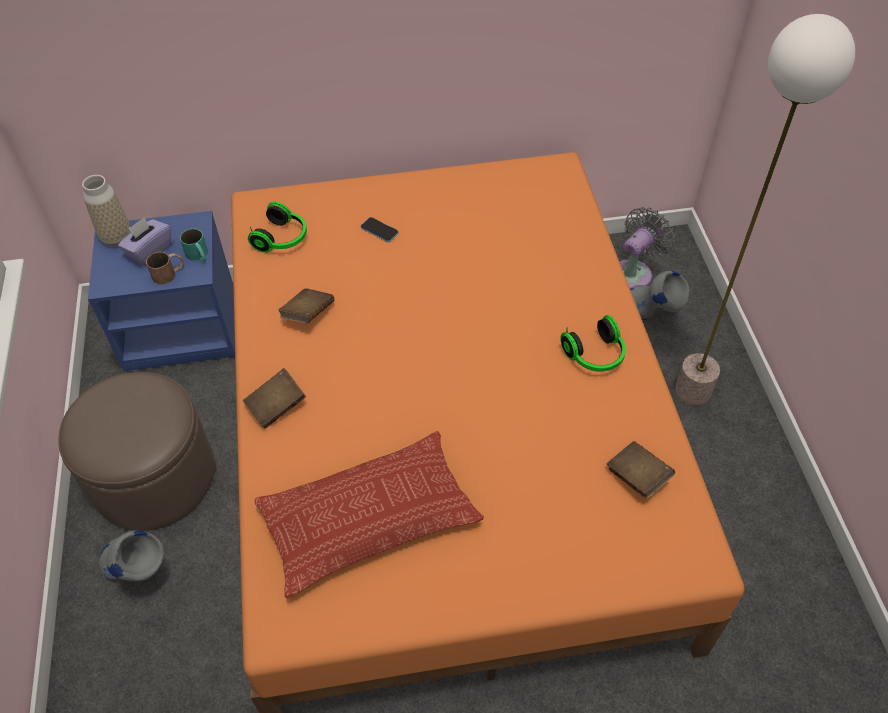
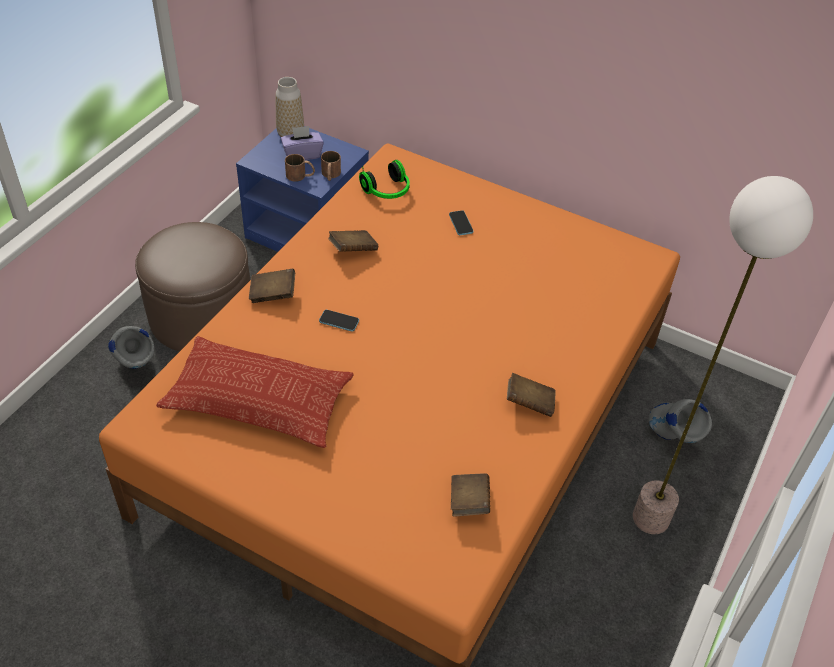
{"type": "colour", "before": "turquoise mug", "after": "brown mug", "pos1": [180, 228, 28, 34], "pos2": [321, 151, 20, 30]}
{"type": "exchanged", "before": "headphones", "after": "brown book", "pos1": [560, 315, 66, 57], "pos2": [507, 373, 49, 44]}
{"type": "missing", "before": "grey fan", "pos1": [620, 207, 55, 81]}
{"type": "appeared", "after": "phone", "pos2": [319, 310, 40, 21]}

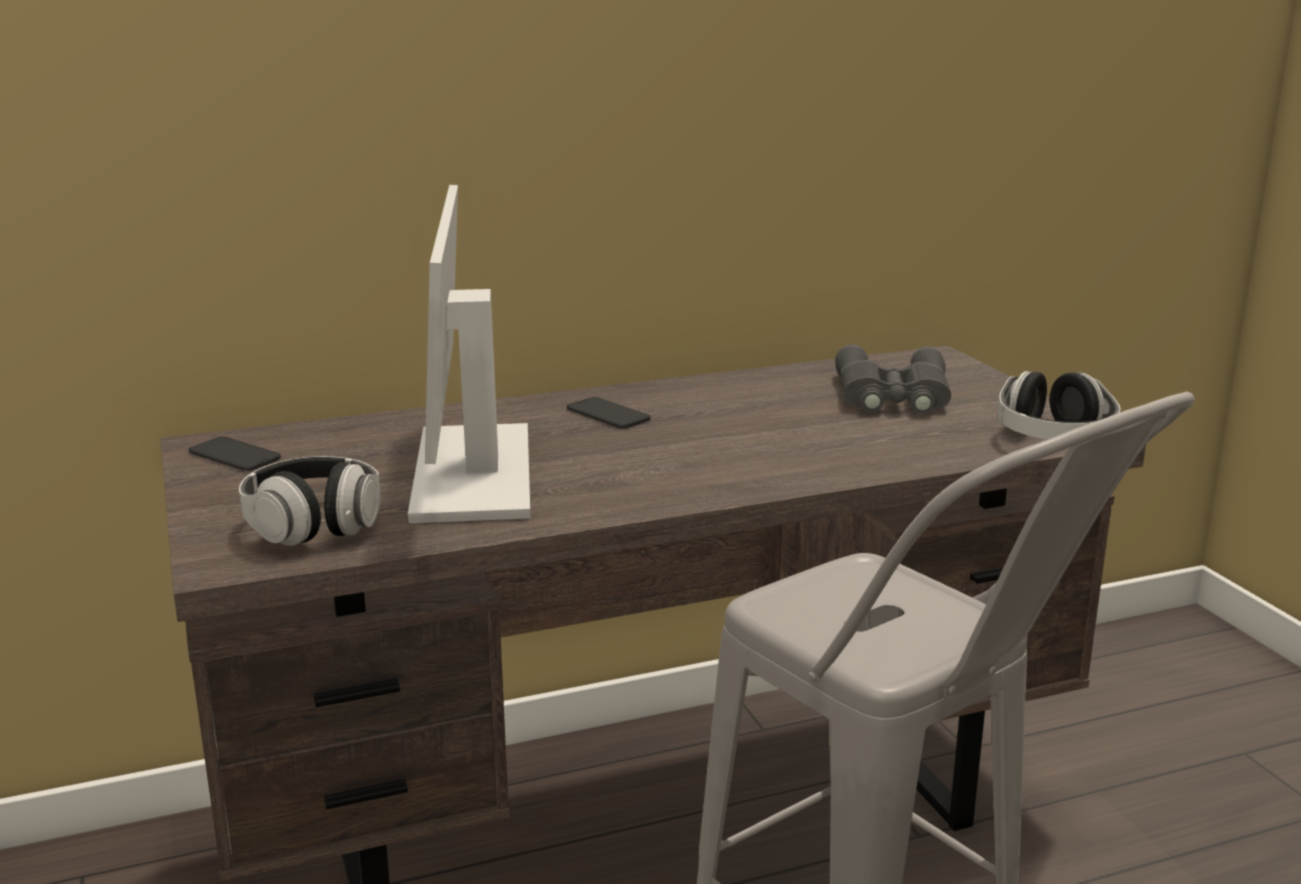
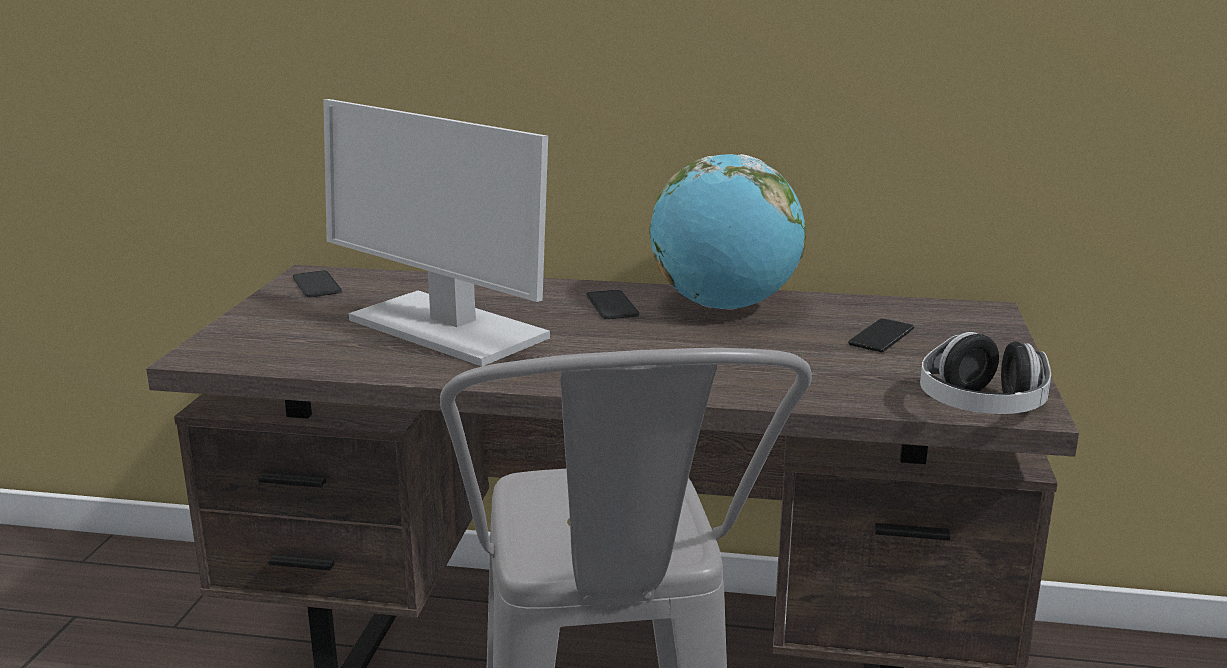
{"type": "missing", "before": "headphones", "pos1": [239, 456, 142, 90]}
{"type": "spun", "before": "monitor", "pos1": [408, 185, 123, 338], "pos2": [323, 99, 227, 267], "turn": -75}
{"type": "exchanged", "before": "grey binoculars", "after": "phone", "pos1": [835, 344, 116, 70], "pos2": [848, 318, 66, 34]}
{"type": "appeared", "after": "globe", "pos2": [649, 154, 157, 156]}

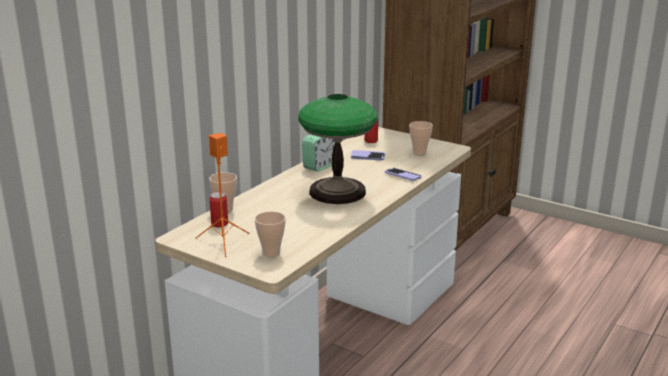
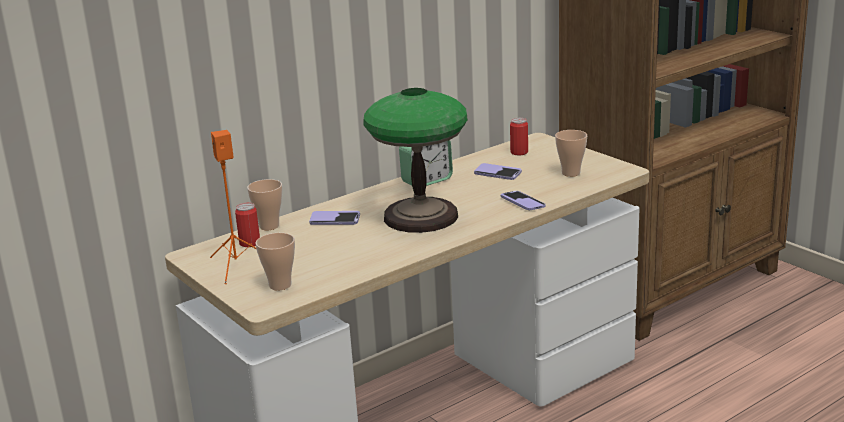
{"type": "appeared", "after": "phone", "pos2": [309, 211, 51, 14]}

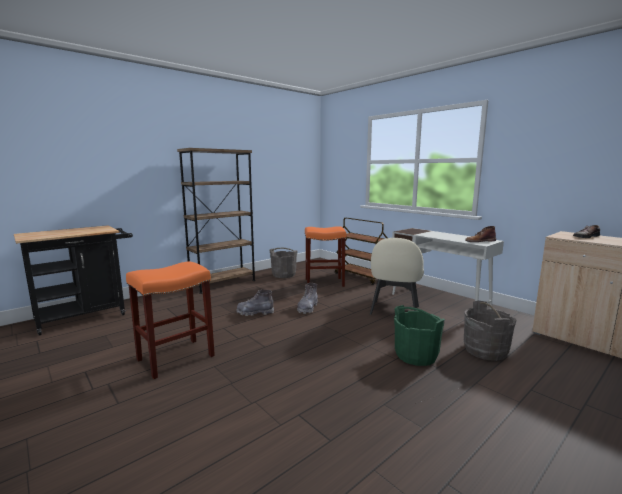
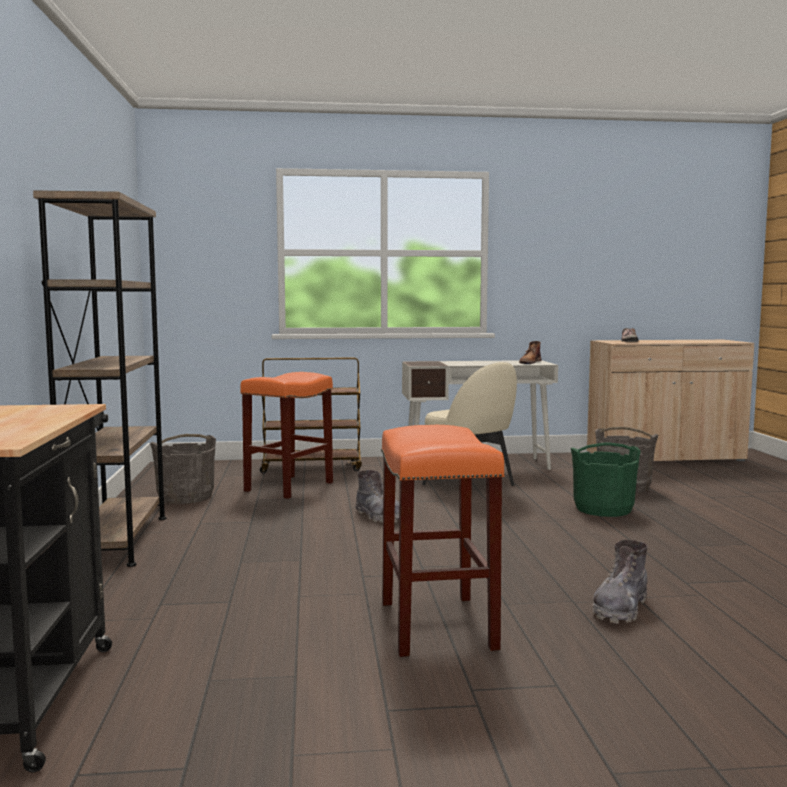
{"type": "relocated", "before": "grey boot", "pos1": [236, 290, 38, 26], "pos2": [592, 540, 56, 84]}

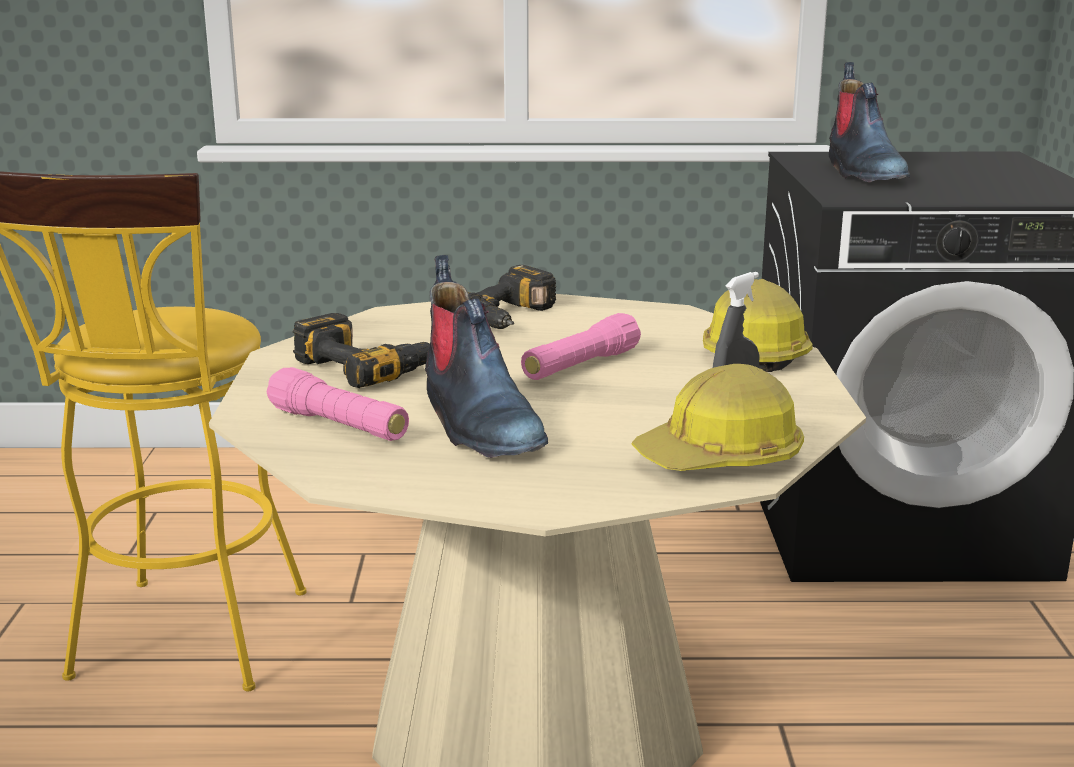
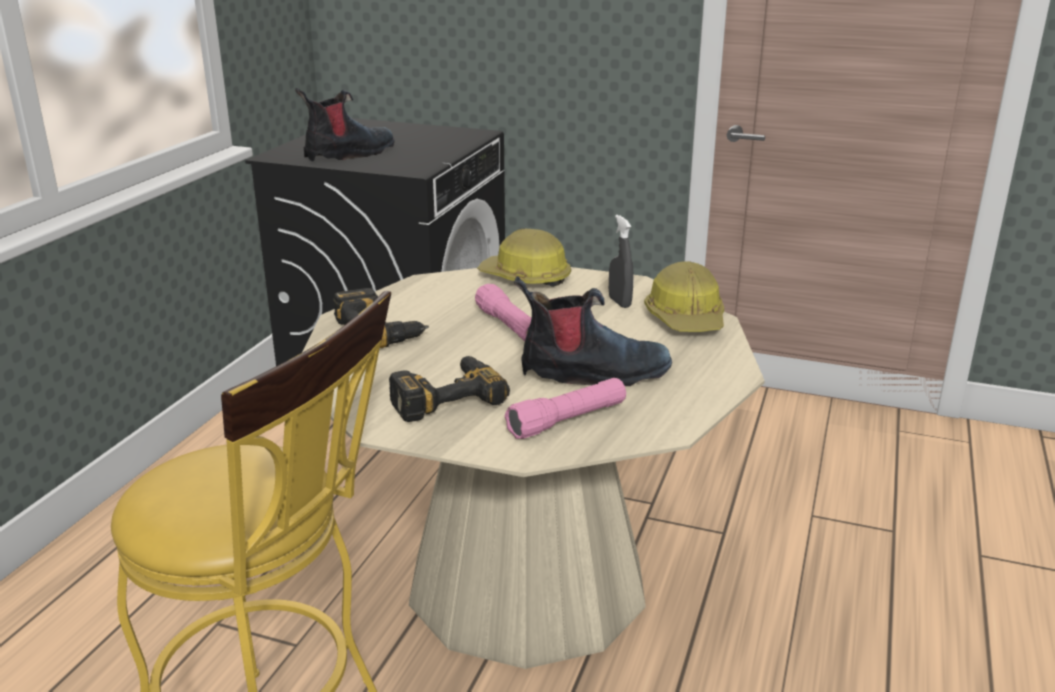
{"type": "spun", "before": "boot", "pos1": [829, 62, 81, 120], "pos2": [295, 88, 100, 74], "turn": -60}

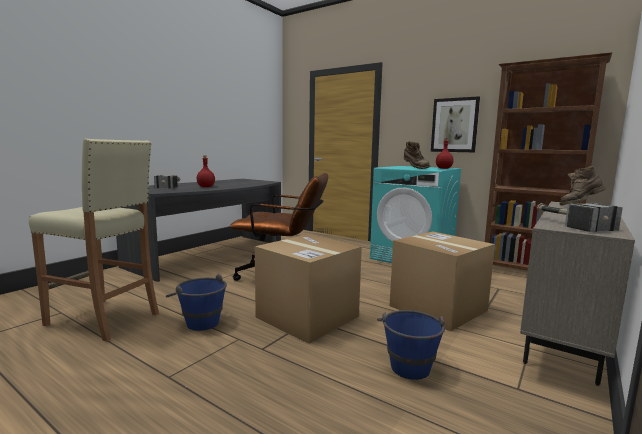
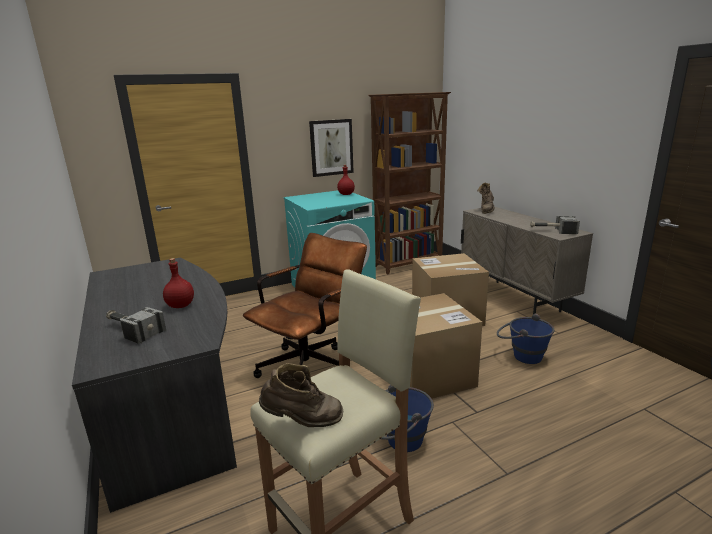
{"type": "relocated", "before": "brown boot", "pos1": [403, 141, 27, 28], "pos2": [259, 363, 84, 64]}

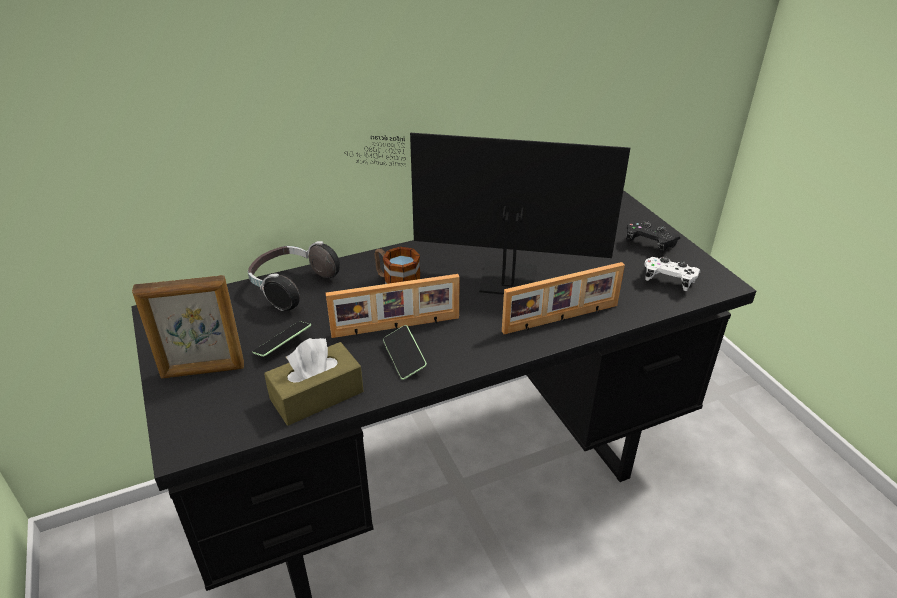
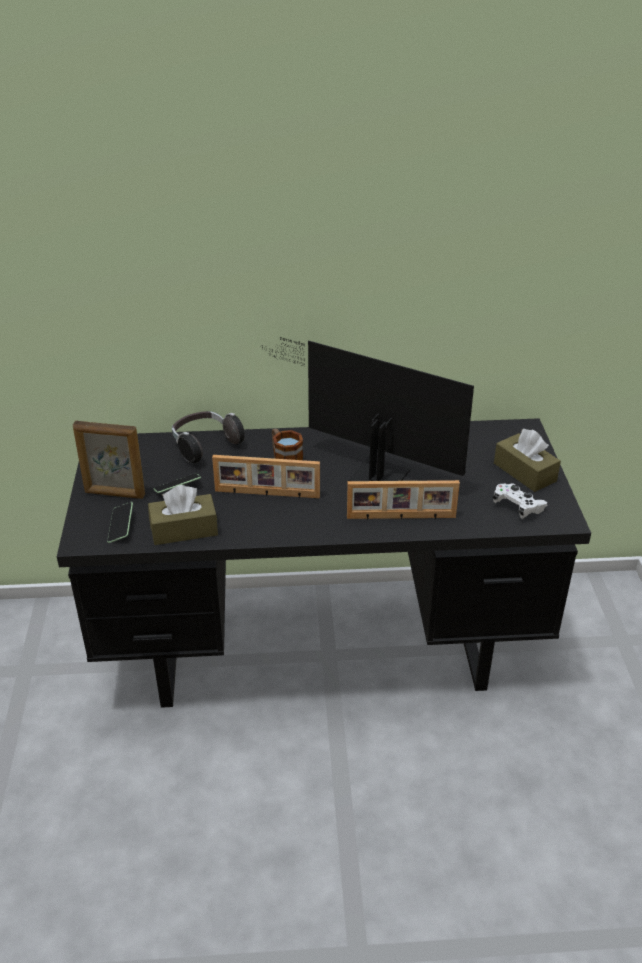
{"type": "relocated", "before": "phone", "pos1": [383, 325, 44, 55], "pos2": [107, 502, 26, 41]}
{"type": "exchanged", "before": "black game controller", "after": "brown tissue box", "pos1": [626, 221, 54, 33], "pos2": [494, 429, 67, 63]}

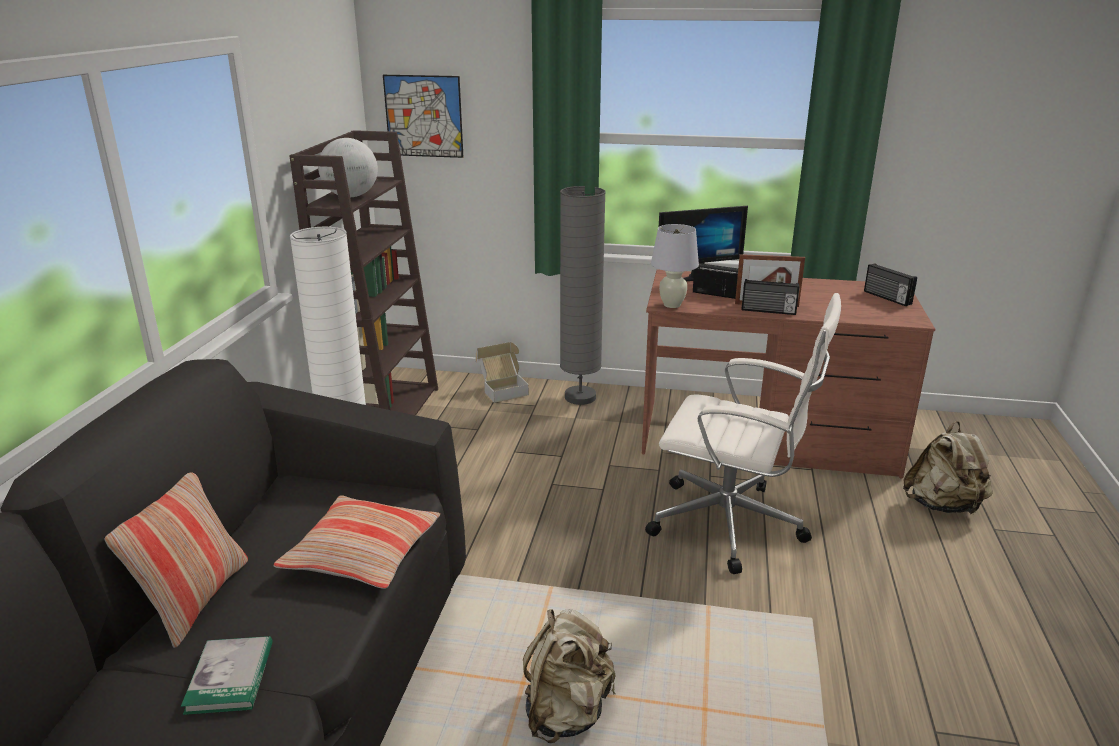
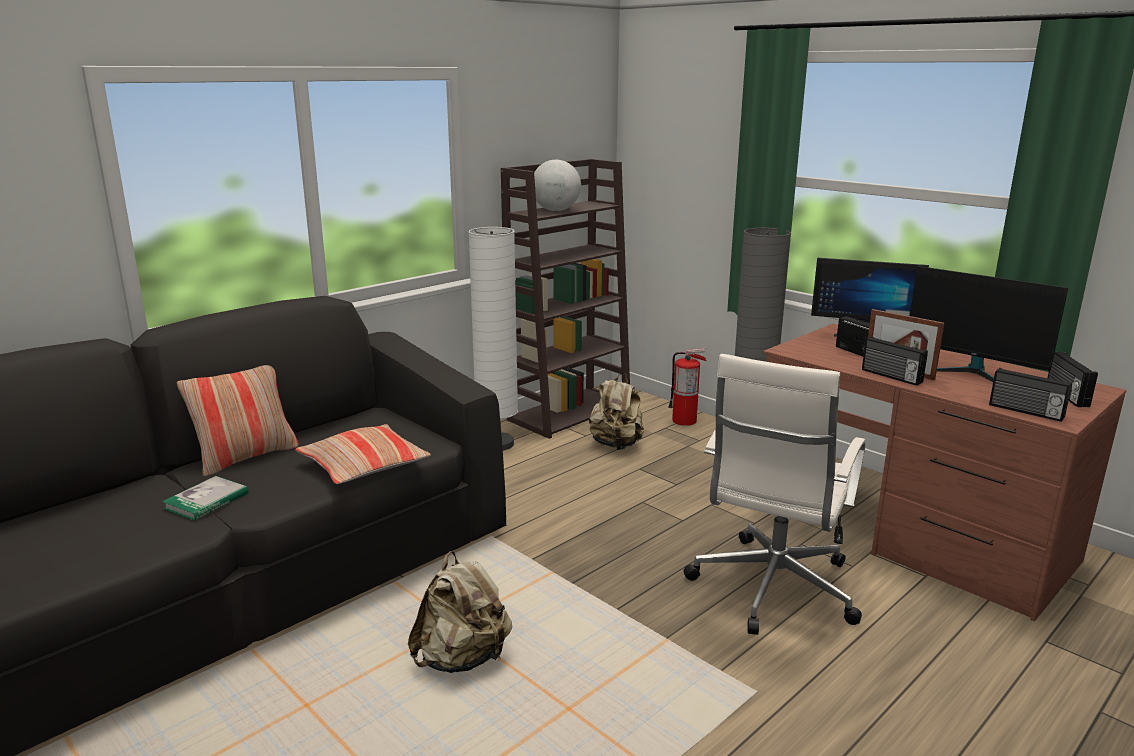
{"type": "missing", "before": "picture", "pos1": [383, 75, 80, 83]}
{"type": "exchanged", "before": "cardboard box", "after": "fire extinguisher", "pos1": [476, 342, 53, 61], "pos2": [668, 348, 39, 78]}
{"type": "spun", "before": "white office chair", "pos1": [645, 293, 196, 281], "pos2": [684, 354, 182, 281], "turn": 60}
{"type": "missing", "before": "white table lamp", "pos1": [651, 224, 48, 84]}
{"type": "relocated", "before": "beige backpack", "pos1": [903, 421, 90, 93], "pos2": [589, 373, 55, 77]}
{"type": "appeared", "after": "monitor", "pos2": [910, 266, 158, 116]}
{"type": "appeared", "after": "radio", "pos2": [989, 368, 83, 54]}

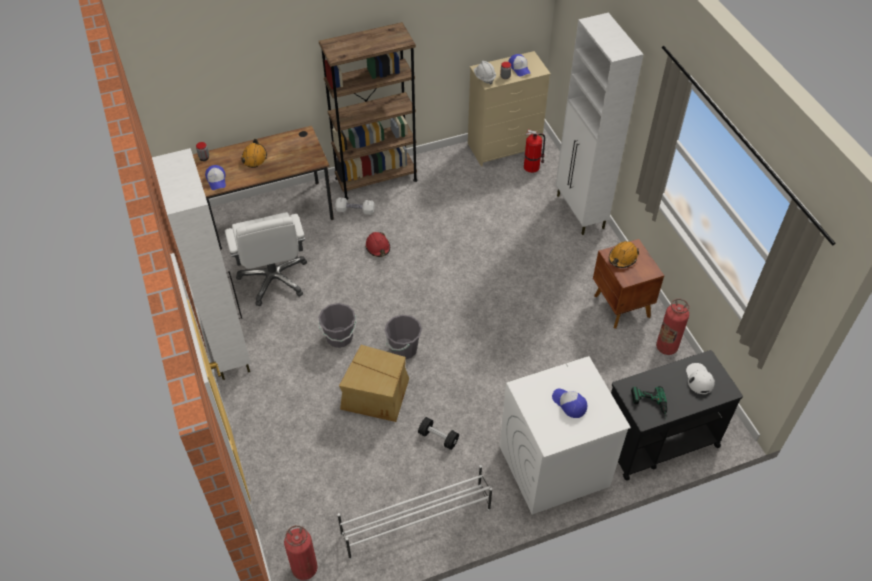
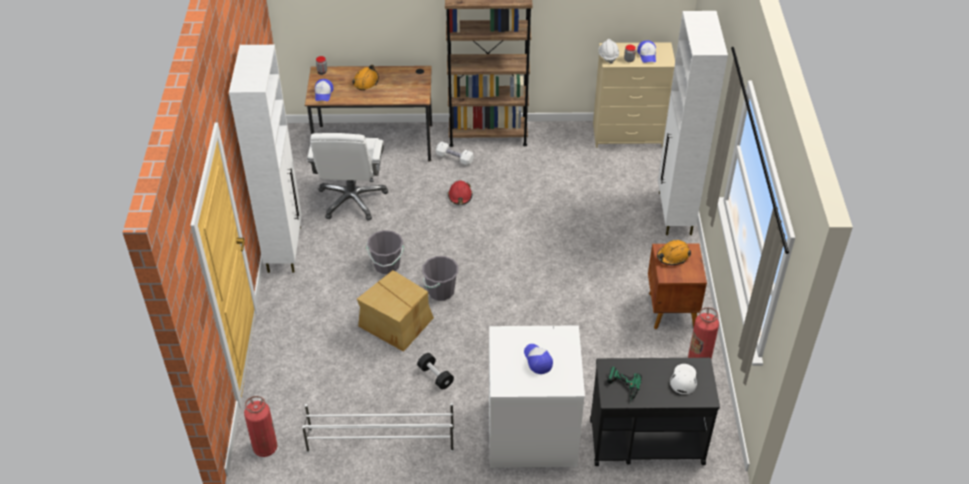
{"type": "missing", "before": "fire extinguisher", "pos1": [524, 130, 21, 43]}

